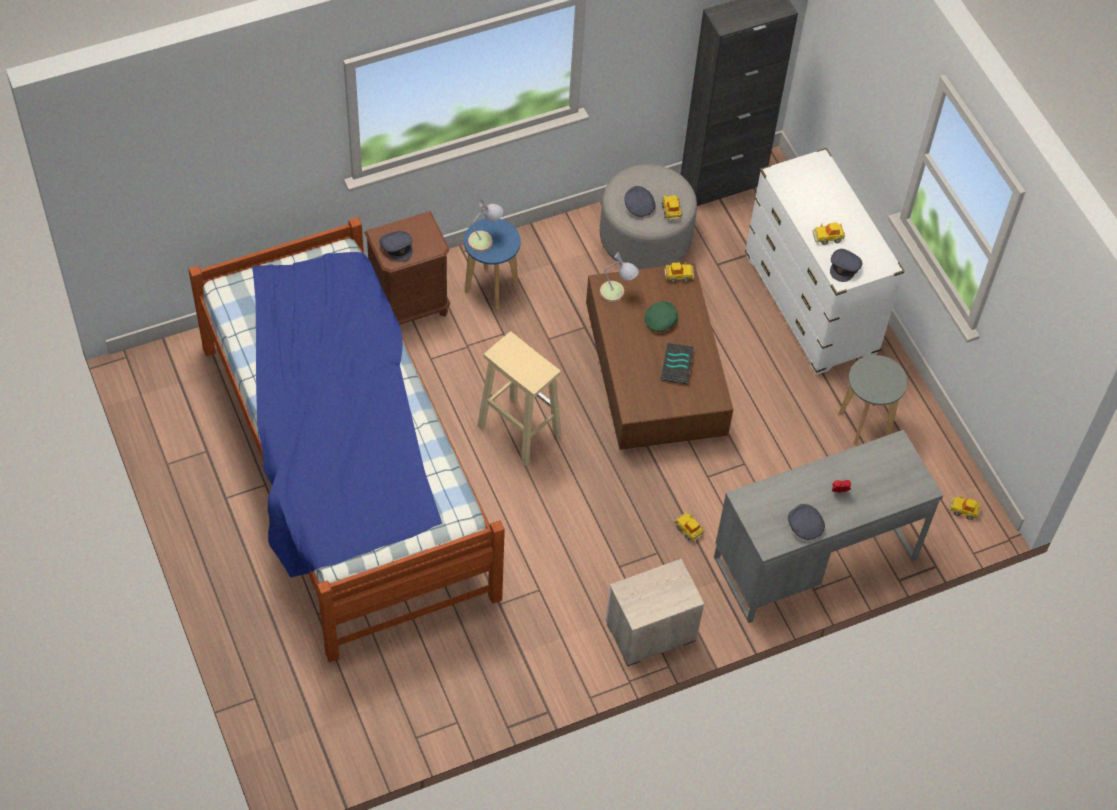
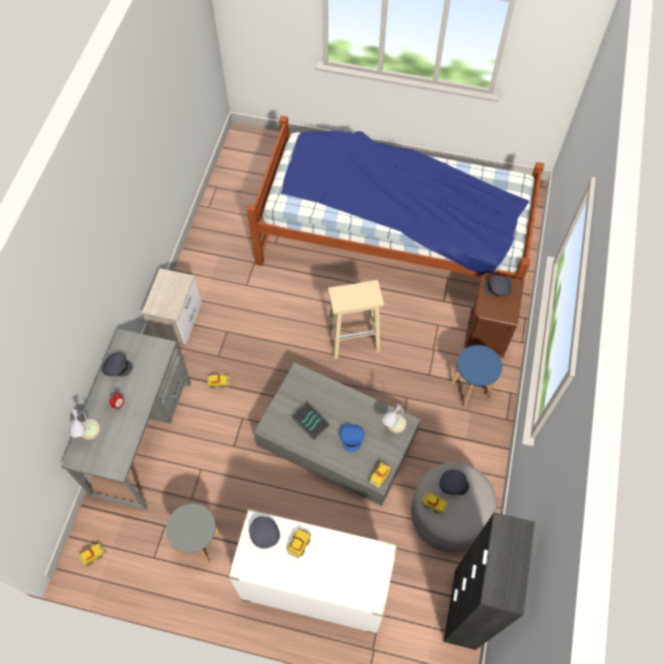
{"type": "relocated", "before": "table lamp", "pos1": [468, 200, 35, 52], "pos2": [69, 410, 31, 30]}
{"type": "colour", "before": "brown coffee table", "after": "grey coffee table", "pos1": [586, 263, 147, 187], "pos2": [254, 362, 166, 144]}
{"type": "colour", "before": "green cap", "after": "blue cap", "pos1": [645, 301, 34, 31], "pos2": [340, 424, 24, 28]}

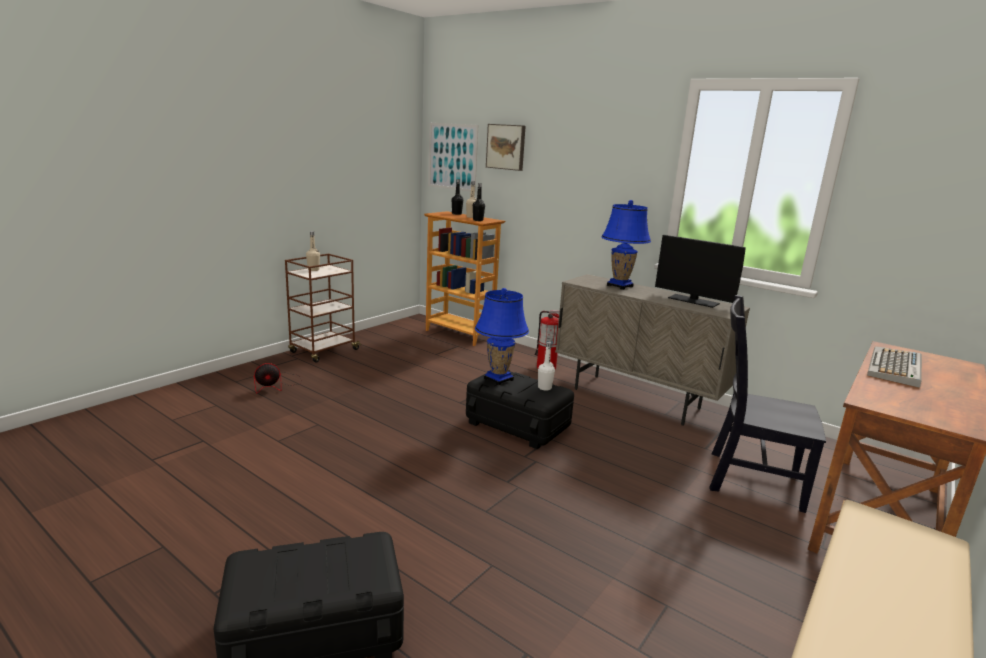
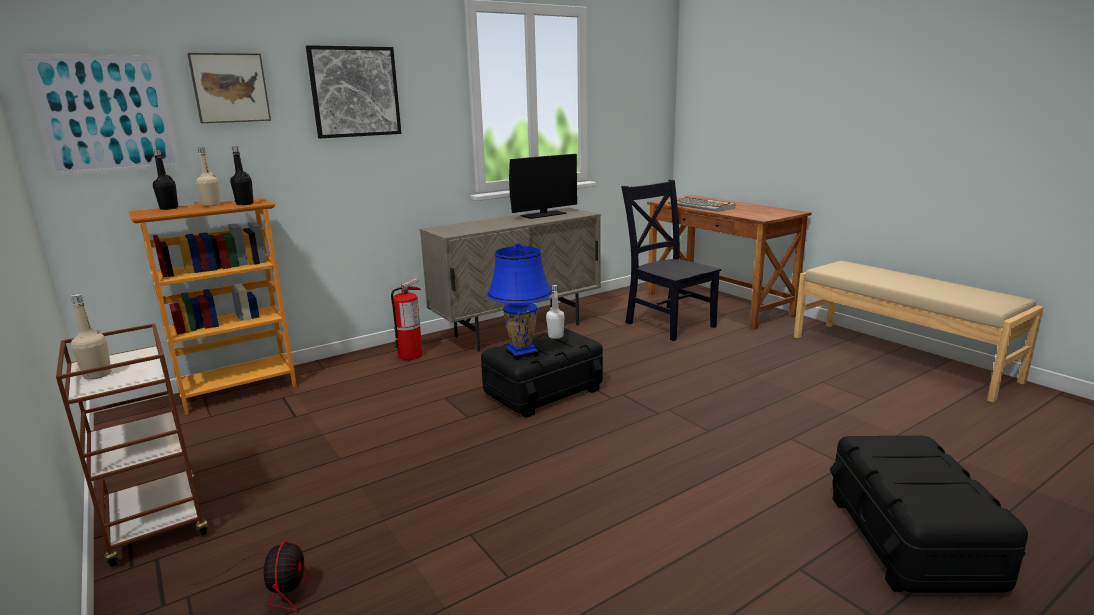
{"type": "missing", "before": "blue table lamp", "pos1": [602, 200, 49, 90]}
{"type": "spun", "before": "black chair", "pos1": [709, 295, 117, 218], "pos2": [621, 180, 100, 161], "turn": 105}
{"type": "appeared", "after": "picture", "pos2": [306, 45, 95, 93]}

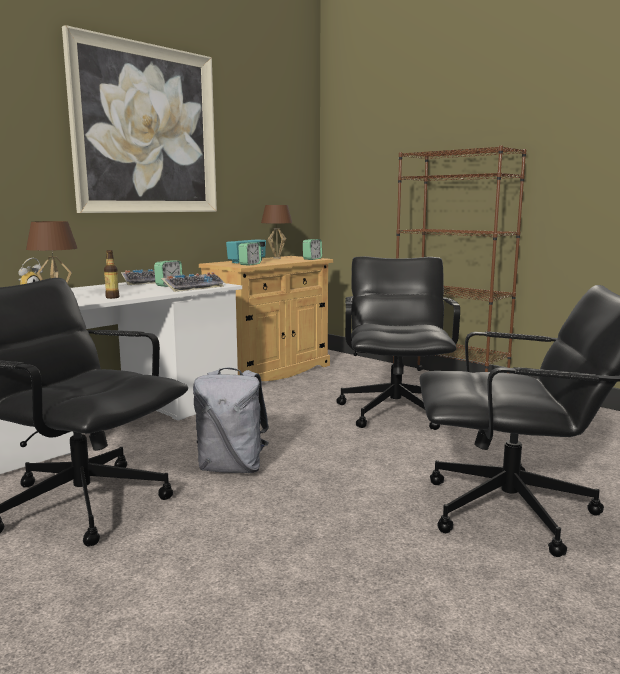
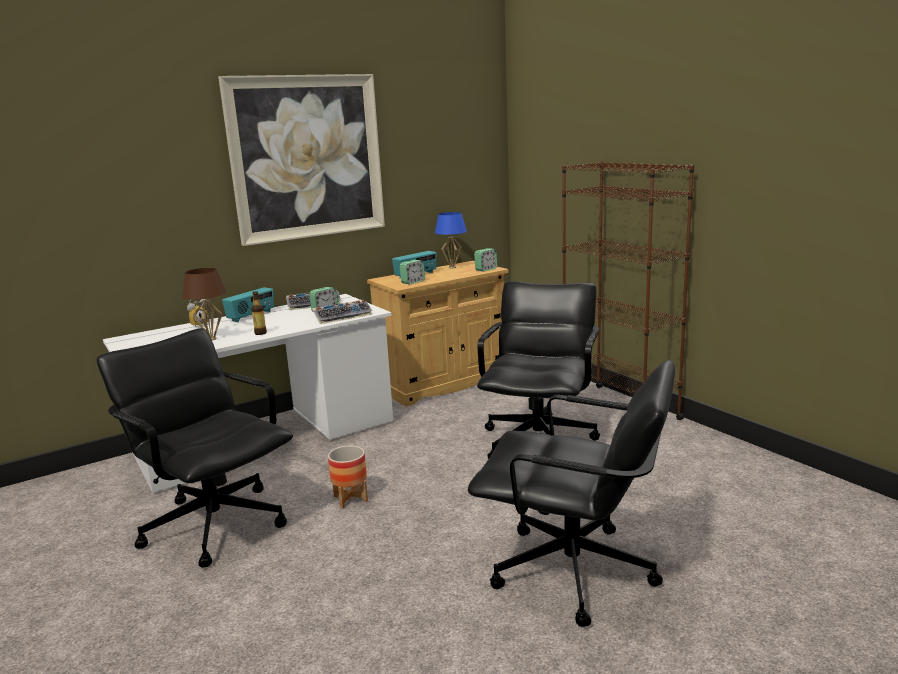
{"type": "exchanged", "before": "grey backpack", "after": "planter", "pos1": [193, 368, 76, 105], "pos2": [328, 446, 40, 63]}
{"type": "colour", "before": "brown table lamp", "after": "blue table lamp", "pos1": [261, 205, 31, 54], "pos2": [435, 212, 32, 56]}
{"type": "appeared", "after": "radio", "pos2": [222, 287, 52, 35]}

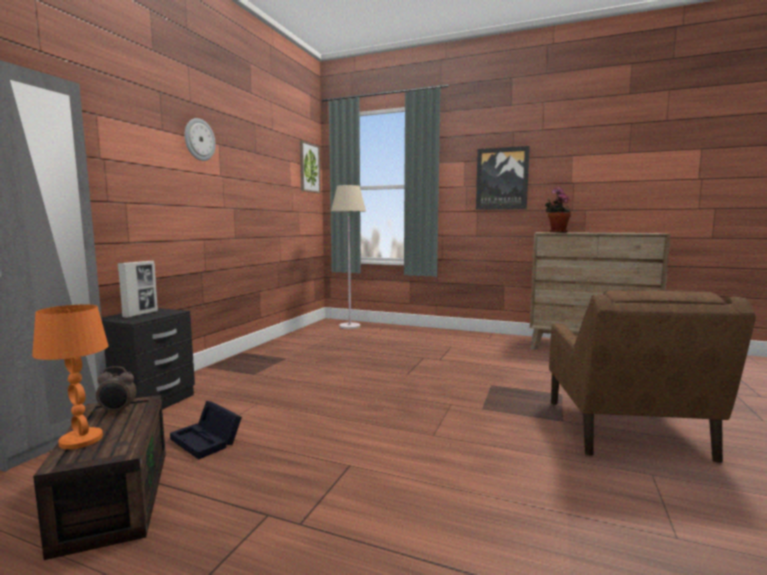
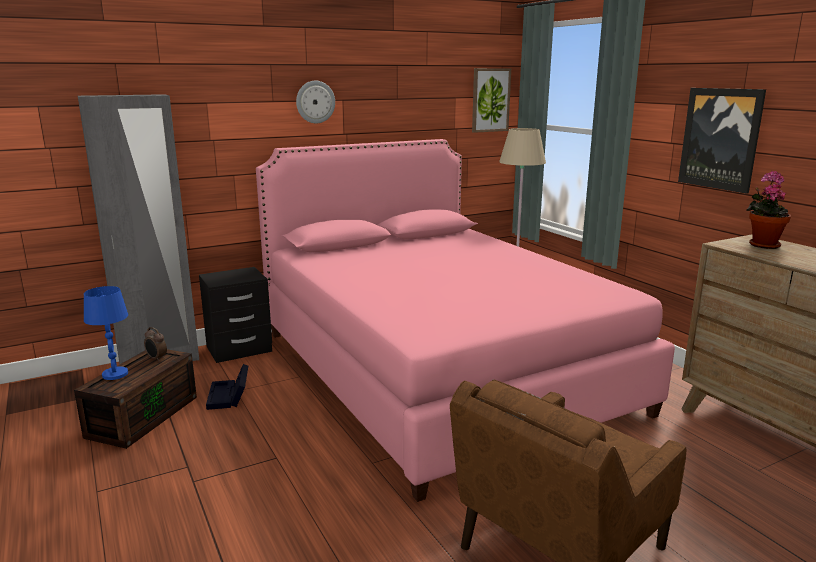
{"type": "colour", "before": "orange table lamp", "after": "blue table lamp", "pos1": [32, 304, 76, 145], "pos2": [84, 286, 44, 94]}
{"type": "missing", "before": "picture frame", "pos1": [118, 261, 40, 57]}
{"type": "appeared", "after": "pink bed", "pos2": [256, 139, 419, 363]}

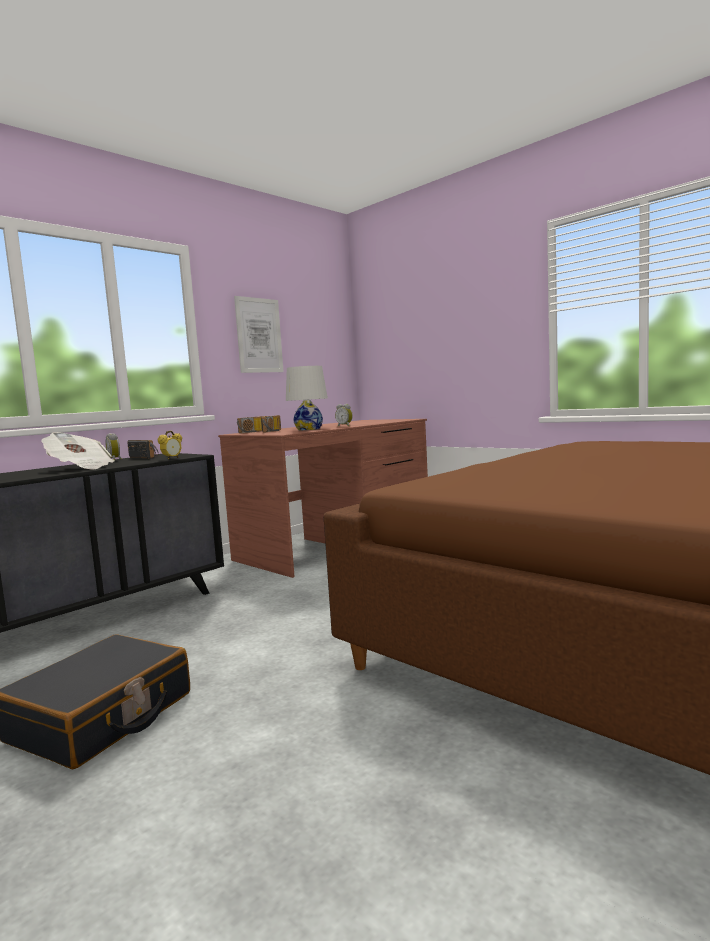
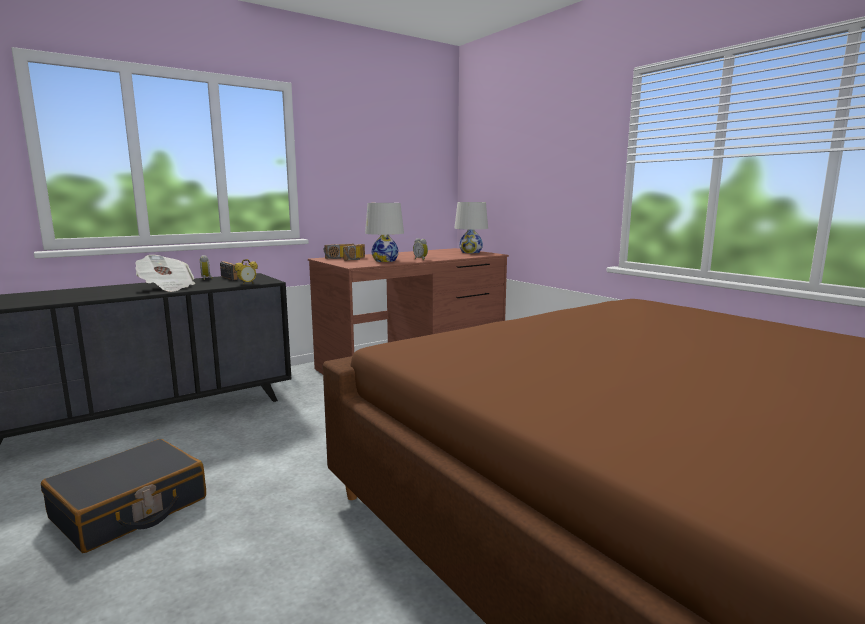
{"type": "missing", "before": "picture", "pos1": [234, 296, 50, 77]}
{"type": "appeared", "after": "white table lamp", "pos2": [454, 202, 34, 51]}

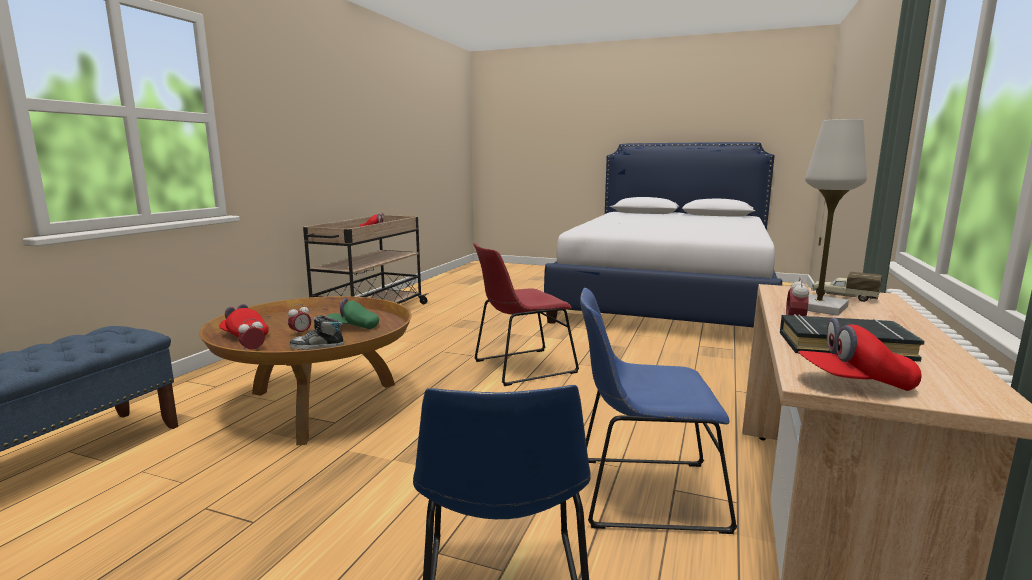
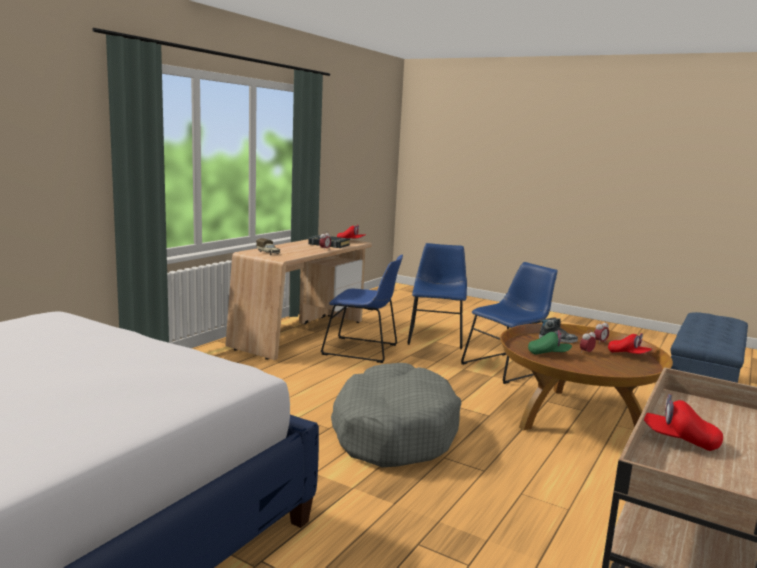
{"type": "exchanged", "before": "red chair", "after": "grey dog bed", "pos1": [473, 243, 106, 143], "pos2": [331, 363, 130, 104]}
{"type": "missing", "before": "white table lamp", "pos1": [805, 119, 62, 197]}
{"type": "appeared", "after": "blue chair", "pos2": [461, 262, 97, 122]}

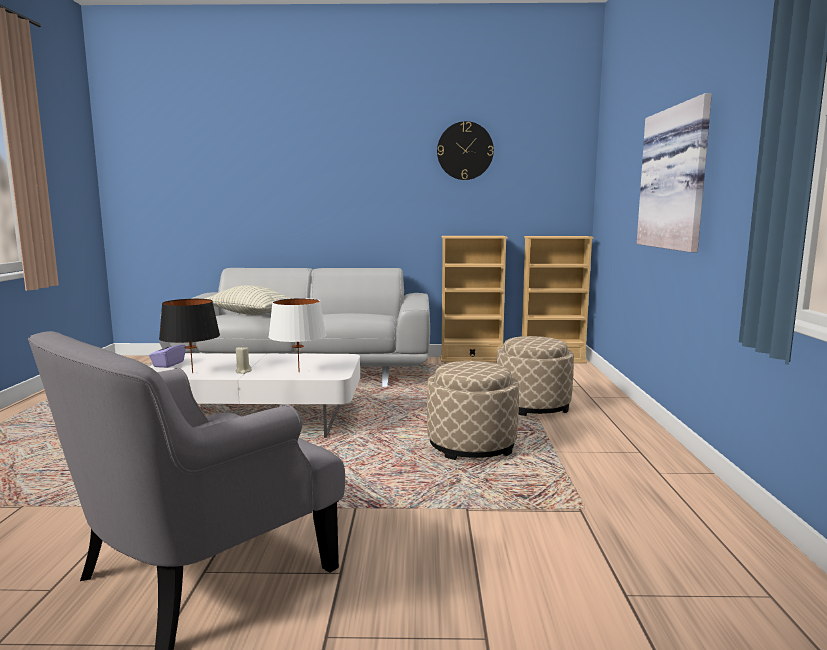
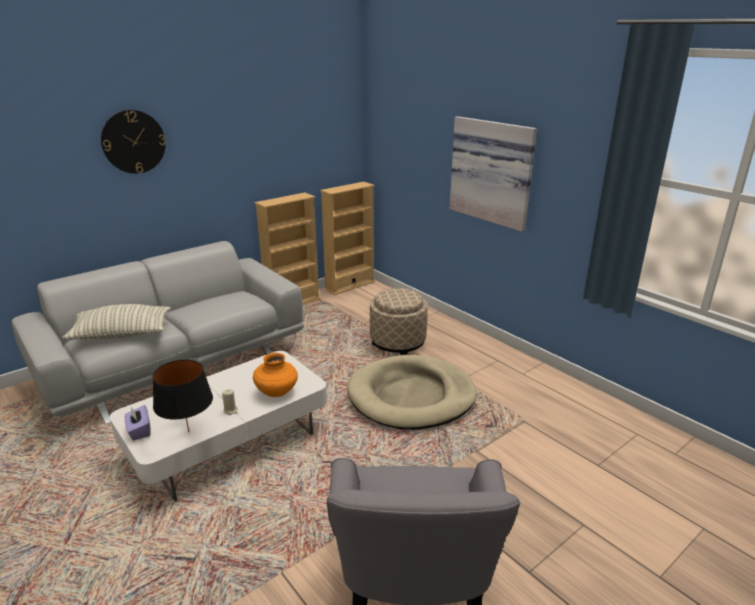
{"type": "exchanged", "before": "white table lamp", "after": "orange vase", "pos1": [268, 298, 58, 74], "pos2": [253, 353, 45, 44]}
{"type": "exchanged", "before": "beige ottoman", "after": "beige dog bed", "pos1": [427, 361, 92, 99], "pos2": [347, 355, 130, 75]}
{"type": "relocated", "before": "wall clock", "pos1": [437, 121, 57, 59], "pos2": [101, 110, 65, 64]}

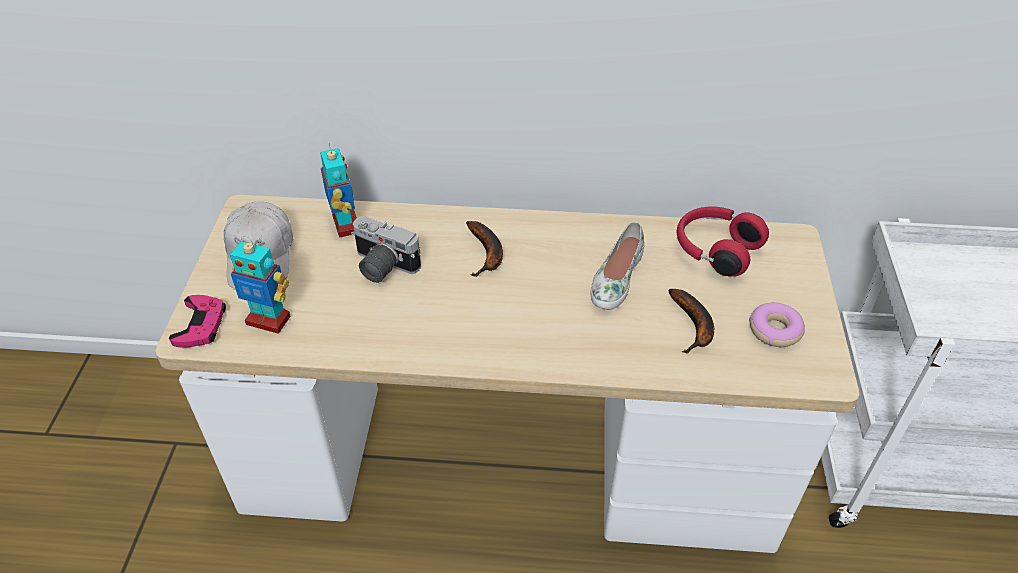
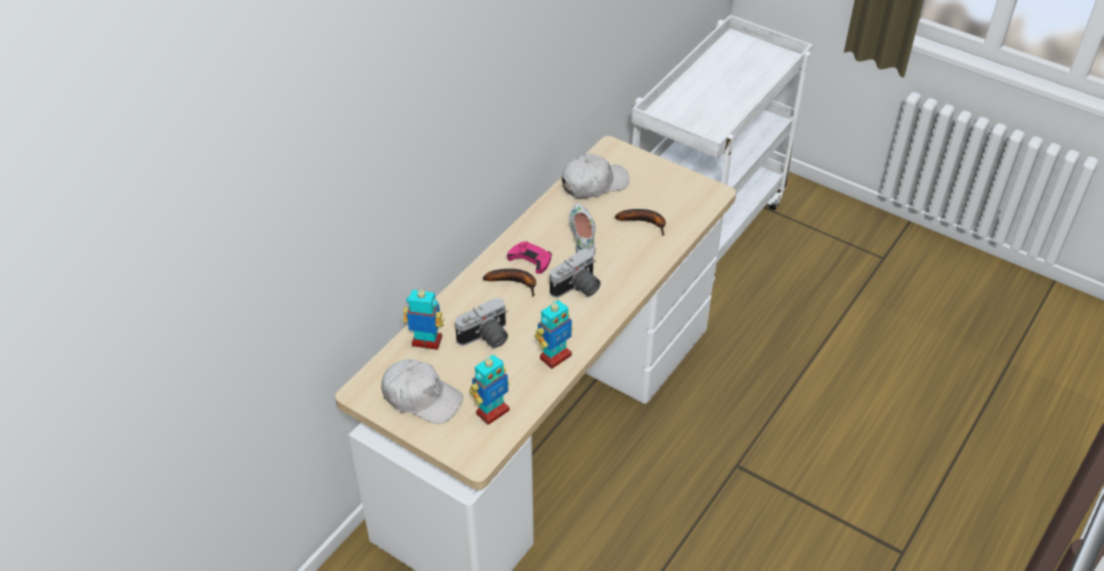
{"type": "relocated", "before": "pink game controller", "pos1": [169, 295, 57, 53], "pos2": [507, 241, 45, 33]}
{"type": "spun", "before": "white shoe", "pos1": [591, 221, 54, 89], "pos2": [569, 204, 27, 51], "turn": -150}
{"type": "exchanged", "before": "red headphones", "after": "white cap", "pos1": [676, 207, 93, 70], "pos2": [561, 153, 68, 46]}
{"type": "missing", "before": "donut", "pos1": [749, 302, 56, 45]}
{"type": "appeared", "after": "toy robot", "pos2": [535, 299, 38, 70]}
{"type": "appeared", "after": "photo camera", "pos2": [550, 248, 51, 50]}

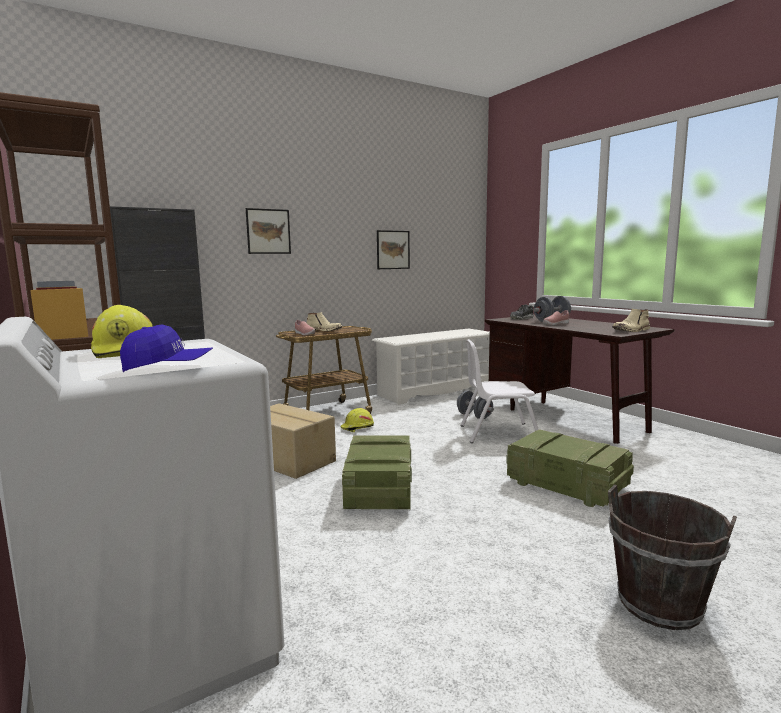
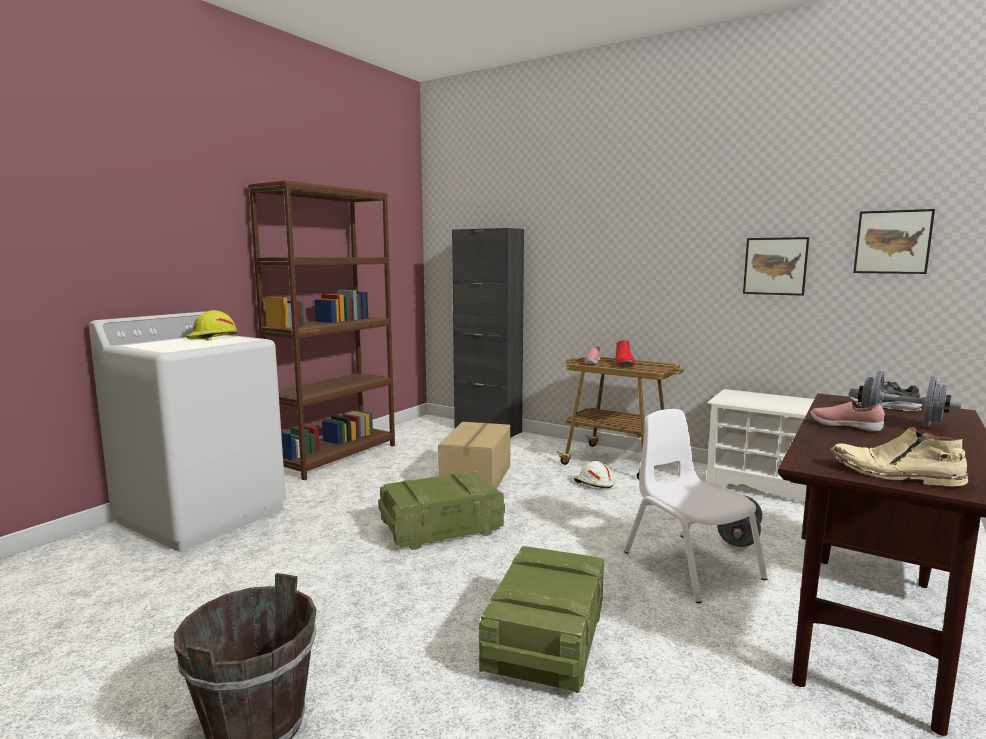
{"type": "missing", "before": "blue cap", "pos1": [120, 324, 93, 48]}
{"type": "relocated", "before": "picture", "pos1": [246, 208, 45, 46], "pos2": [853, 209, 82, 65]}
{"type": "colour", "before": "beige boot", "after": "red boot", "pos1": [307, 312, 35, 19], "pos2": [616, 340, 20, 25]}
{"type": "colour", "before": "yellow hard hat", "after": "white hard hat", "pos1": [340, 408, 34, 24], "pos2": [574, 461, 40, 27]}

